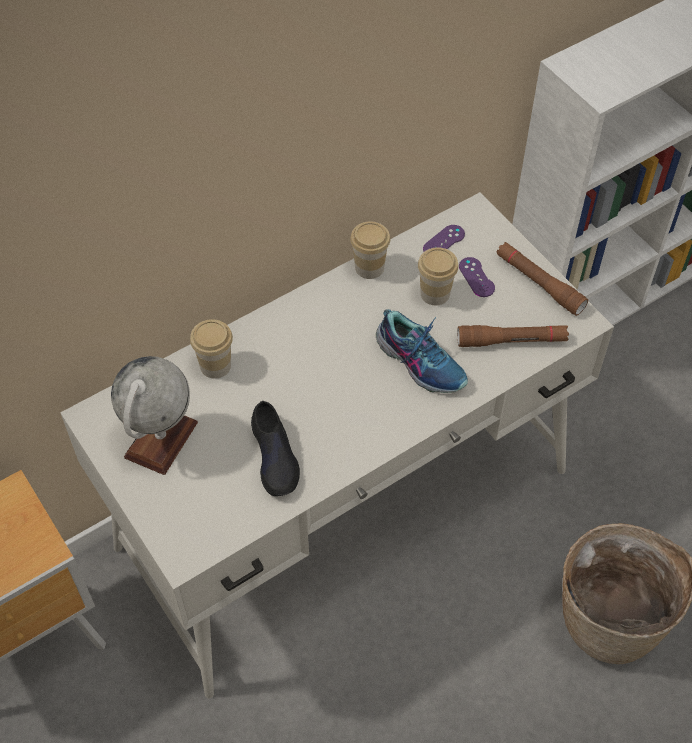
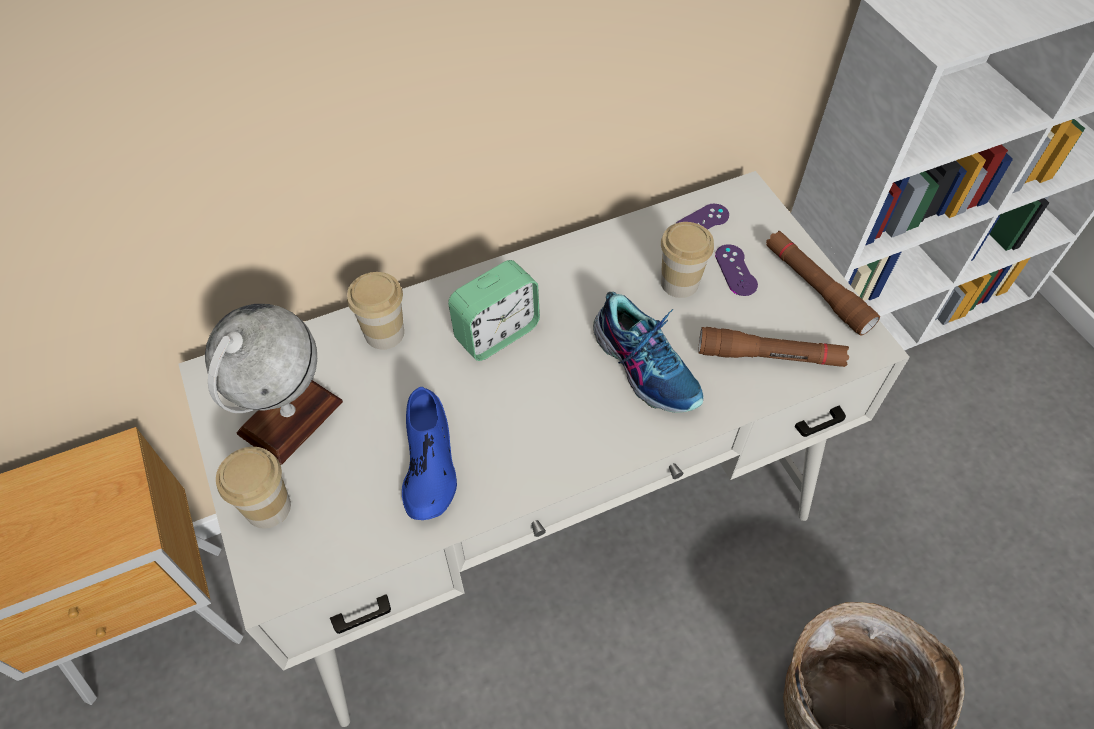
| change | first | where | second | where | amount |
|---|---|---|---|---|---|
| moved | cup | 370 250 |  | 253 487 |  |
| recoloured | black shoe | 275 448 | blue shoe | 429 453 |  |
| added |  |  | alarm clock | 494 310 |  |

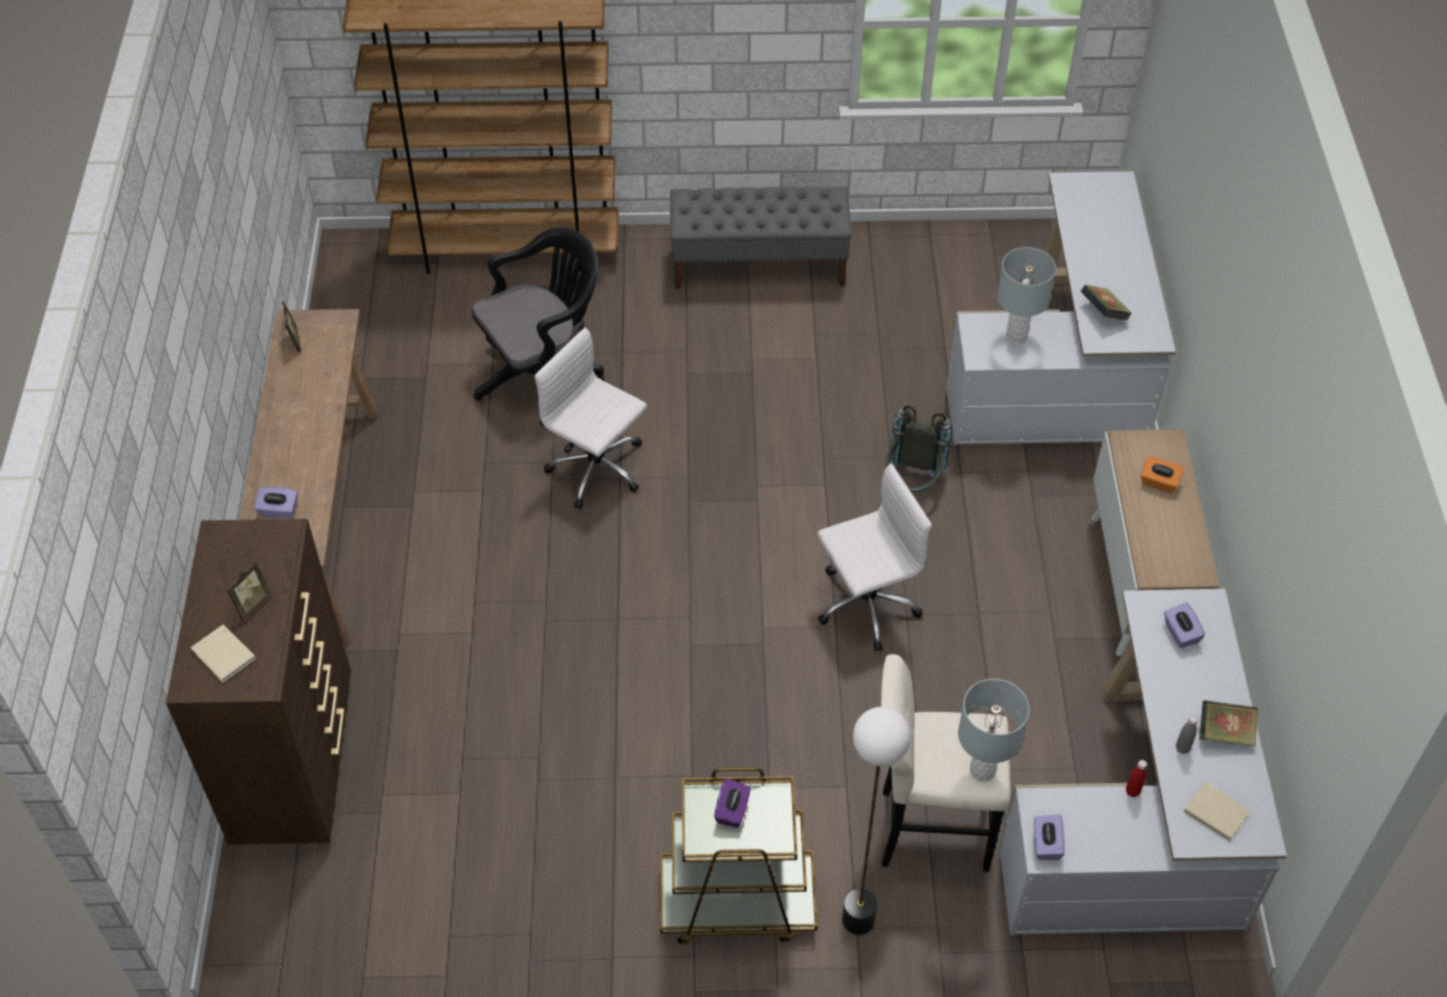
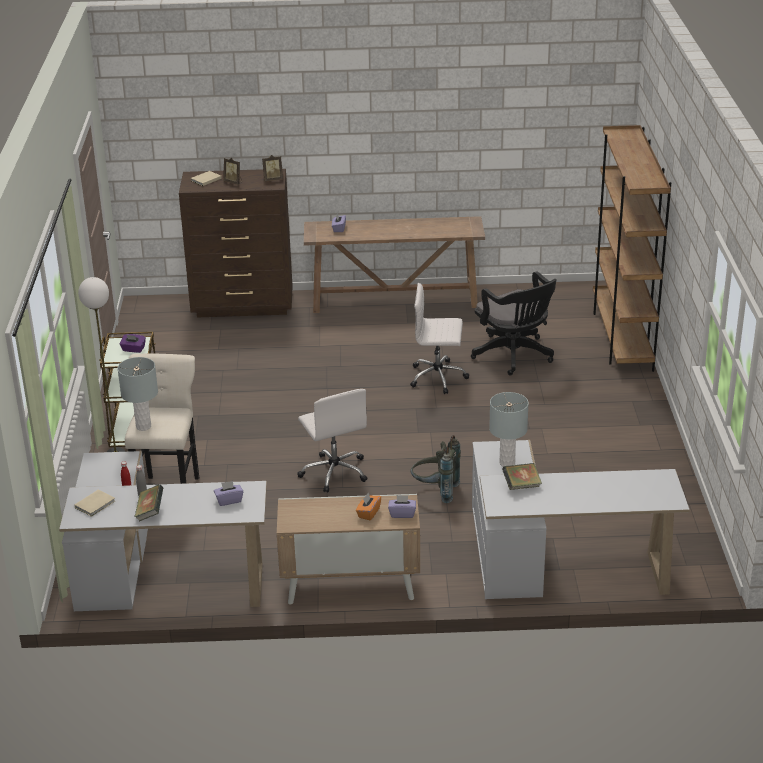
| change | first | where | second | where | amount |
|---|---|---|---|---|---|
| removed | grey bench | 761 238 |  |  |  |
| moved | picture frame | 291 327 |  | 272 168 |  |
| turned | white office chair | 590 418 |  | 439 338 | 120 degrees counterclockwise |
| moved | purple tissue box | 1049 837 |  | 402 506 |  |

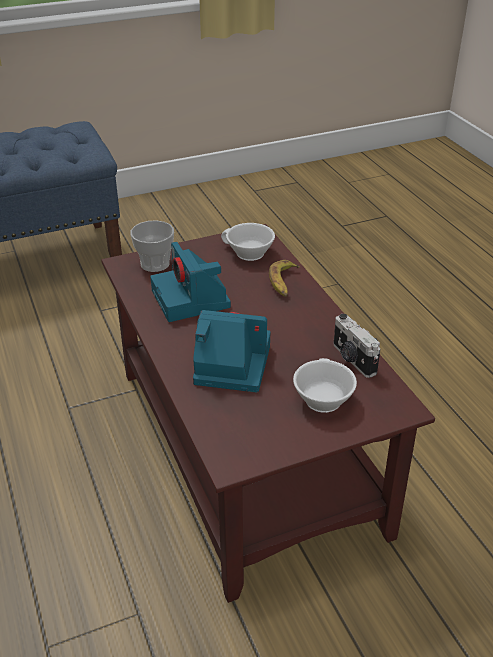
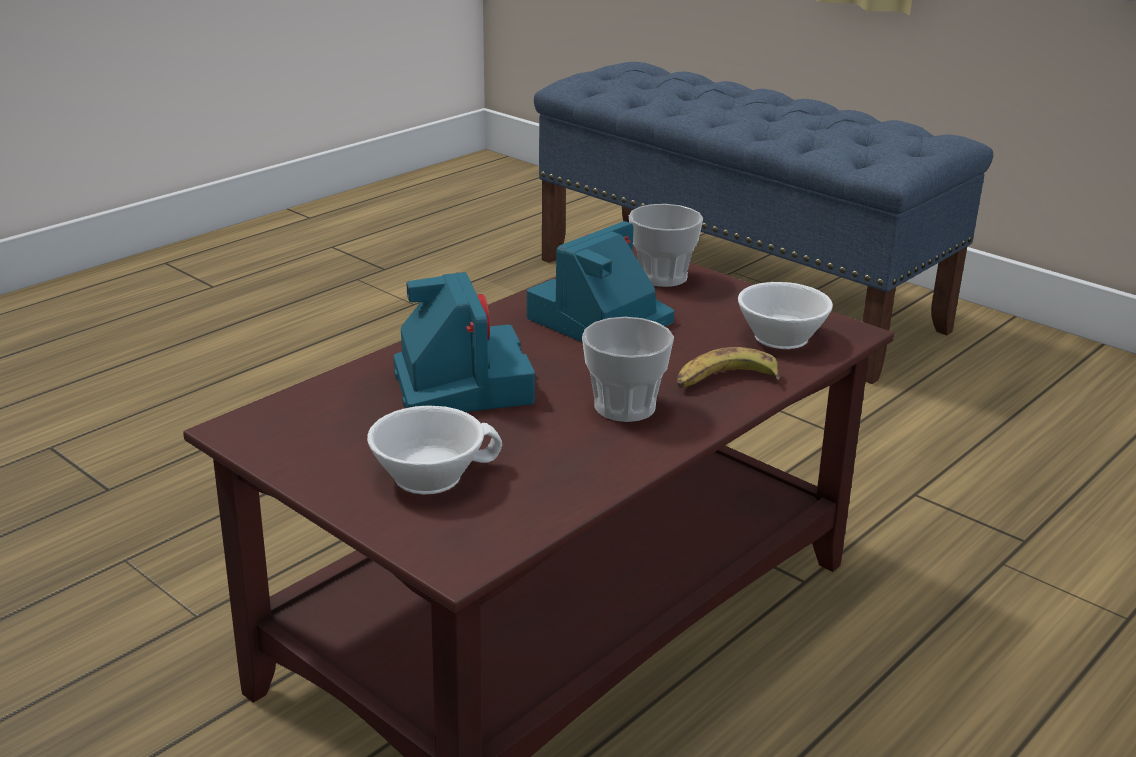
| change | first | where | second | where | amount |
|---|---|---|---|---|---|
| removed | photo camera | 356 346 |  |  |  |
| added |  |  | cup | 628 369 |  |

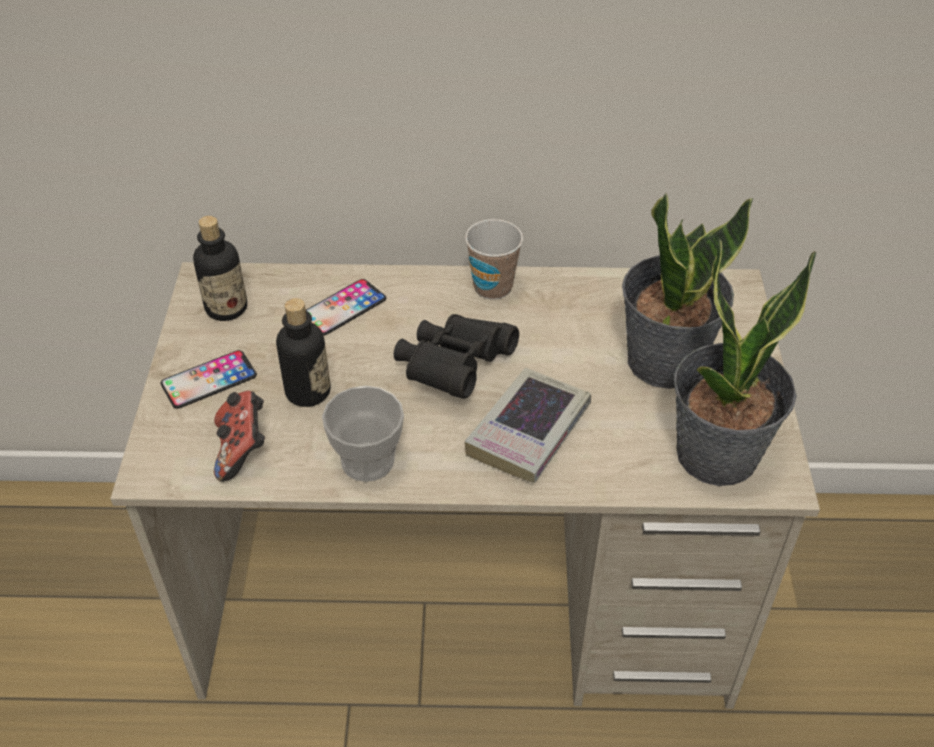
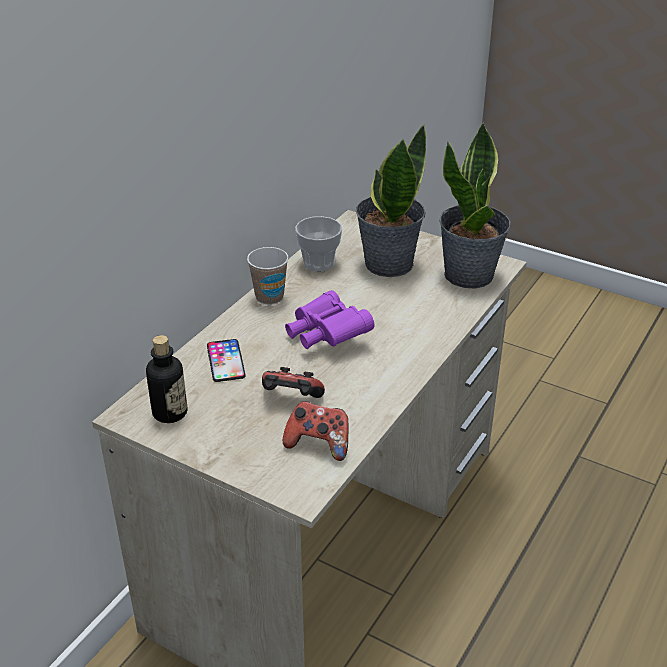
| change | first | where | second | where | amount |
|---|---|---|---|---|---|
| replaced | bottle | 303 352 | game controller | 293 382 |  |
| recoloured | black binoculars | 456 356 | purple binoculars | 329 319 |  |
| removed | phone | 209 379 |  |  |  |
| removed | book | 527 425 |  |  |  |
| moved | cup | 363 434 |  | 318 244 |  |

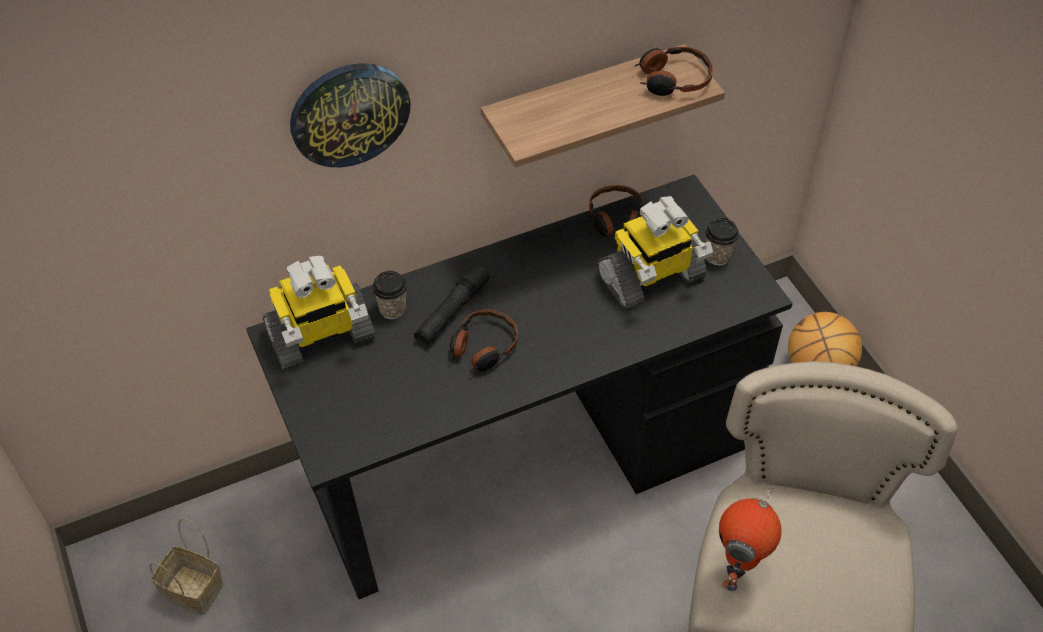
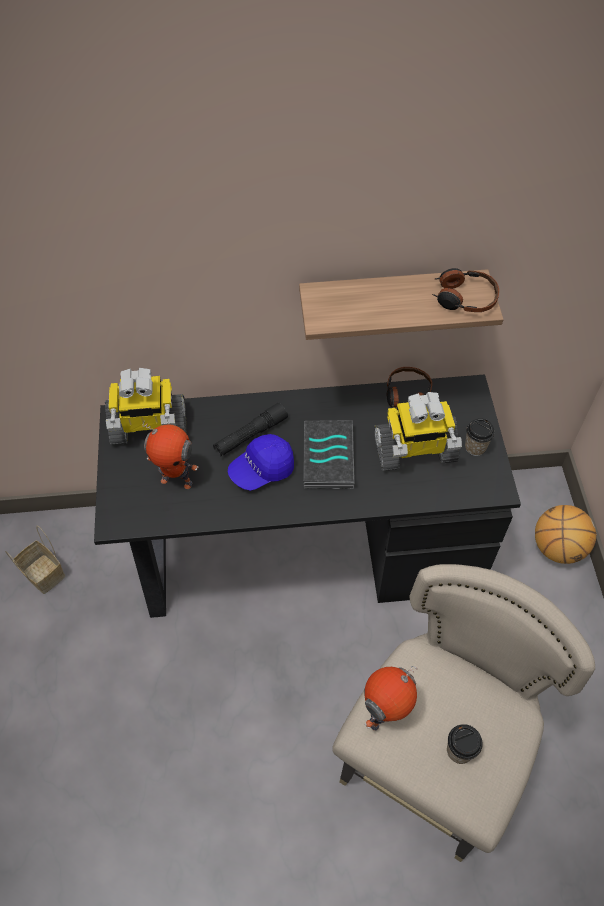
| change | first | where | second | where | amount |
|---|---|---|---|---|---|
| removed | wall clock | 350 115 |  |  |  |
| moved | cup | 389 295 |  | 465 744 |  |
| replaced | headphones | 484 340 | blue cap | 261 462 |  |
| added |  |  | book | 329 454 |  |
| added |  |  | toy robot | 170 455 |  |

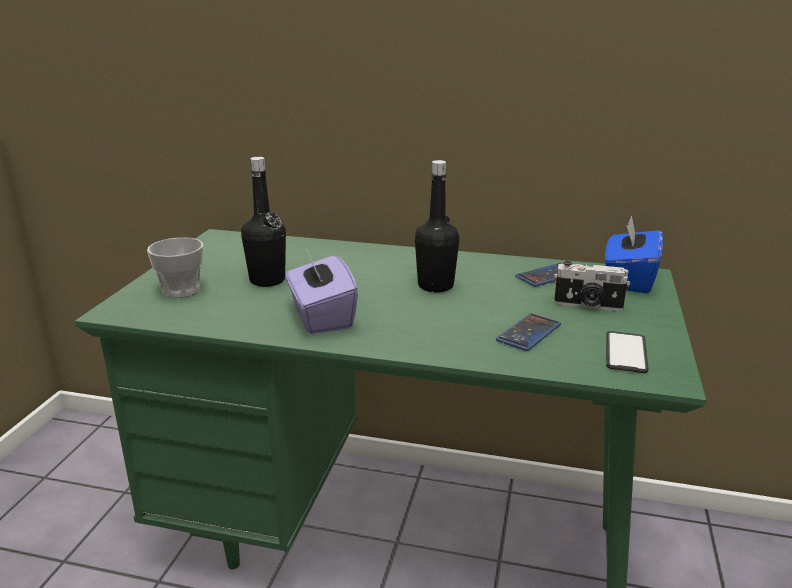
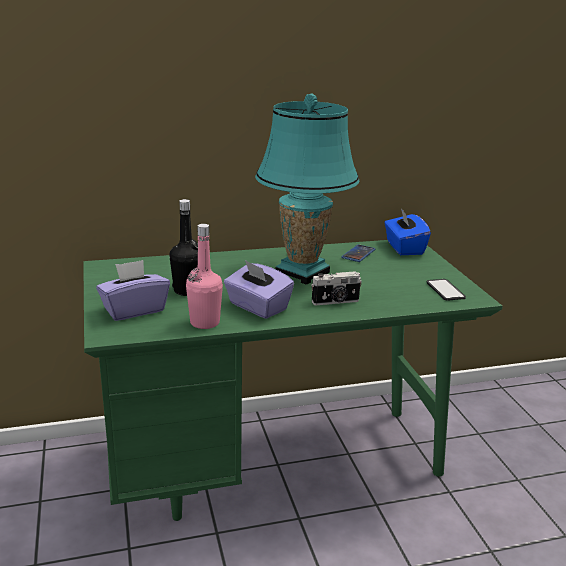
| change | first | where | second | where | amount |
|---|---|---|---|---|---|
| replaced | black bottle | 437 226 | turquoise table lamp | 307 189 |  |
| replaced | cup | 175 267 | purple tissue box | 133 290 |  |
| moved | photo camera | 592 286 |  | 336 288 |  |
| removed | phone | 528 332 |  |  |  |
| added |  |  | pink bottle | 204 276 |  |

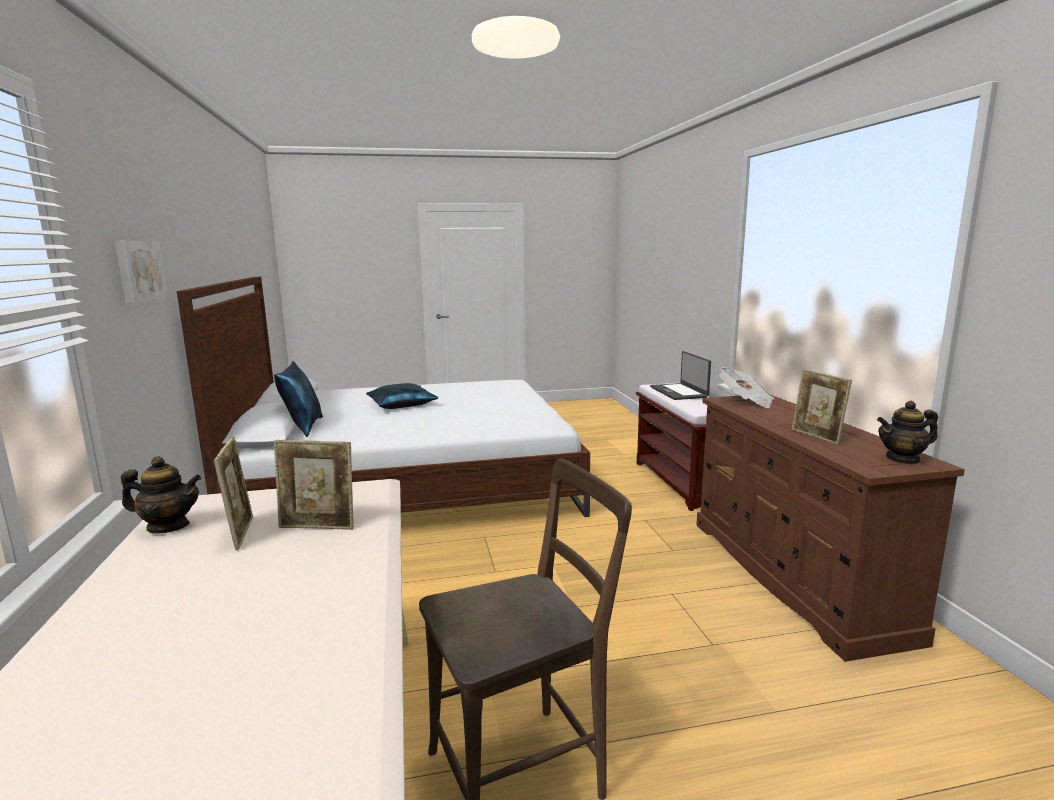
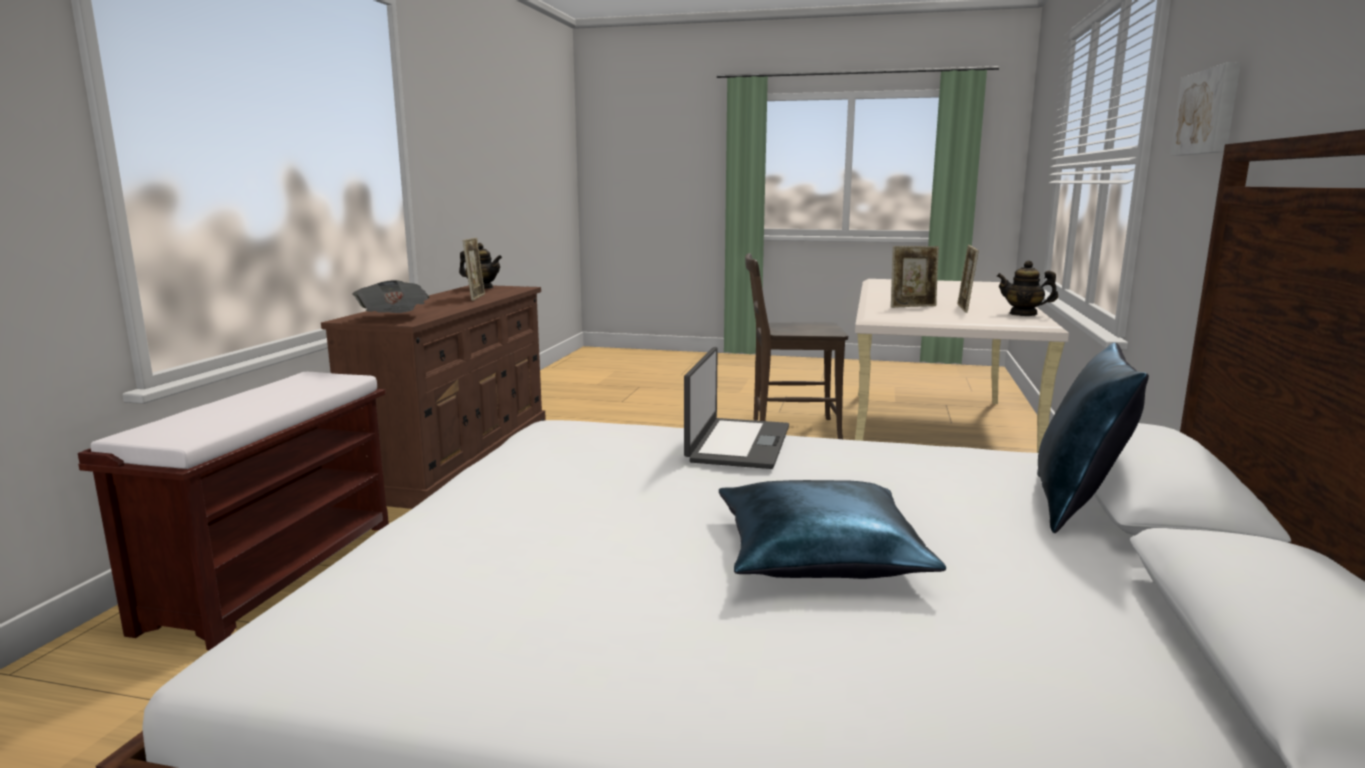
| change | first | where | second | where | amount |
|---|---|---|---|---|---|
| moved | laptop | 680 375 |  | 736 408 |  |
| turned | picture frame | 314 485 |  | 915 277 | 135 degrees clockwise |

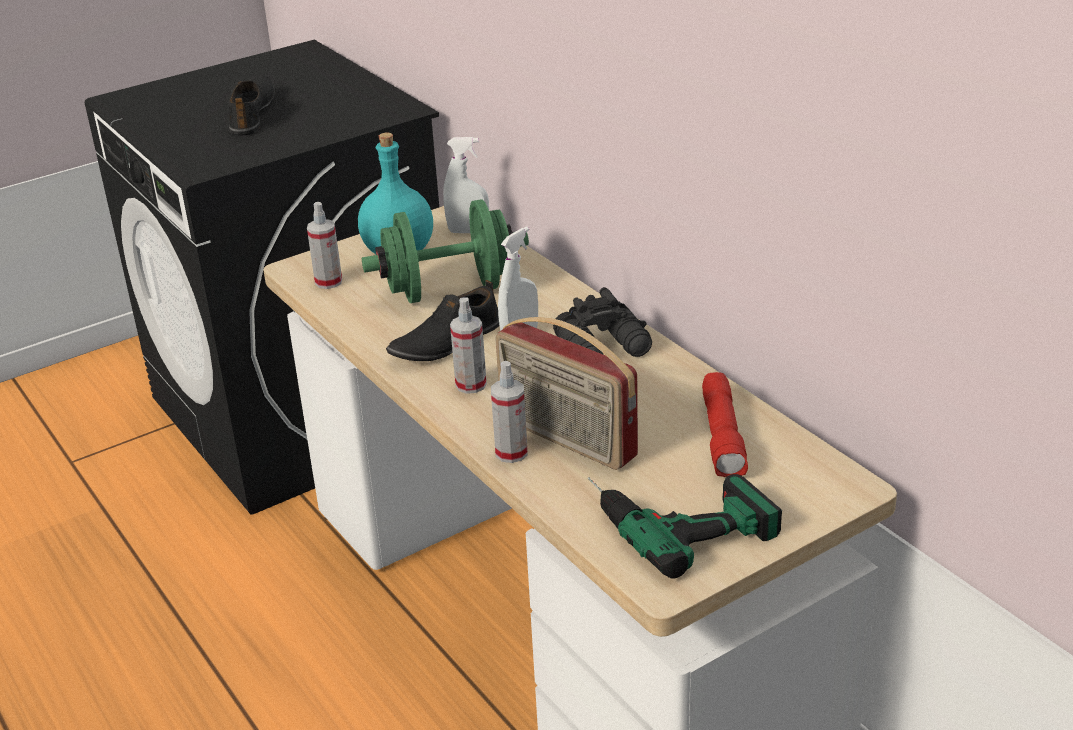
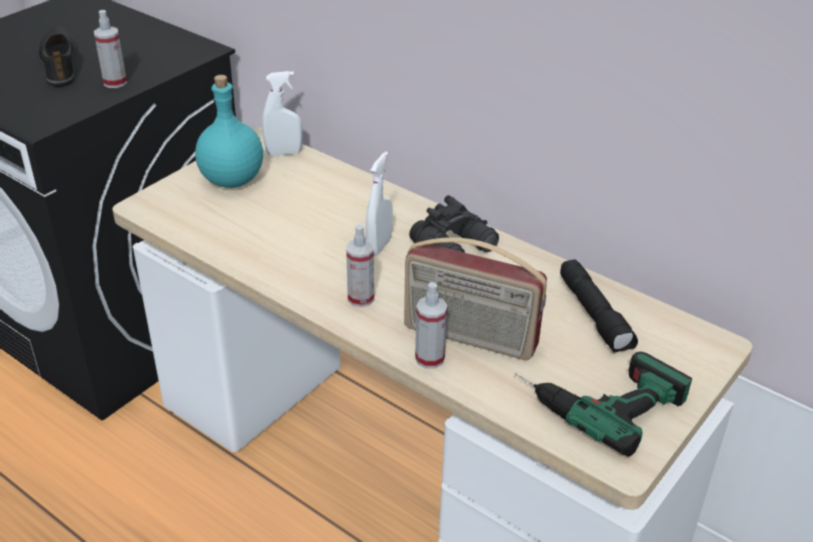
| change | first | where | second | where | amount |
|---|---|---|---|---|---|
| removed | green dumbbell | 445 251 |  |  |  |
| moved | spray bottle | 324 245 |  | 110 49 |  |
| removed | black shoe | 443 320 |  |  |  |
| recoloured | red flashlight | 725 424 | black flashlight | 599 306 |  |

